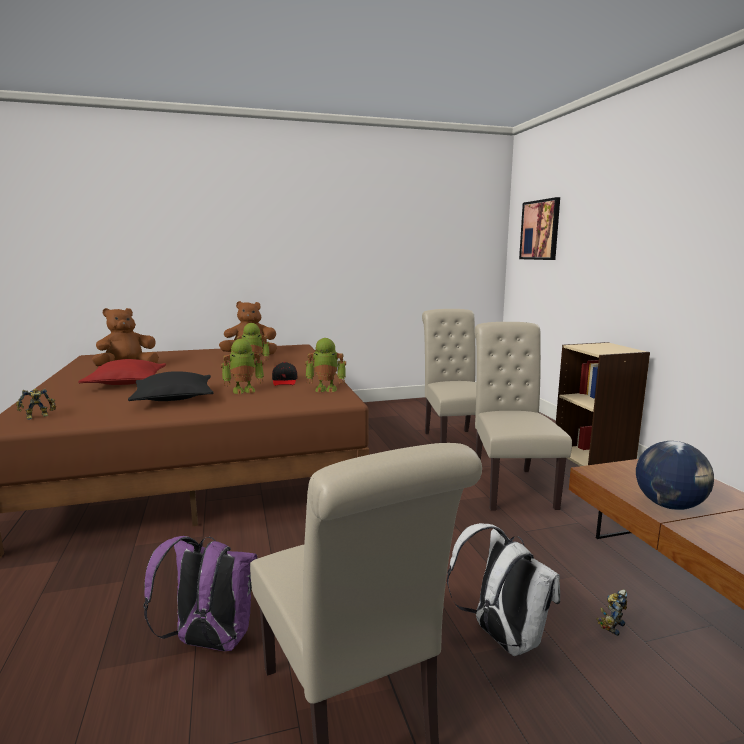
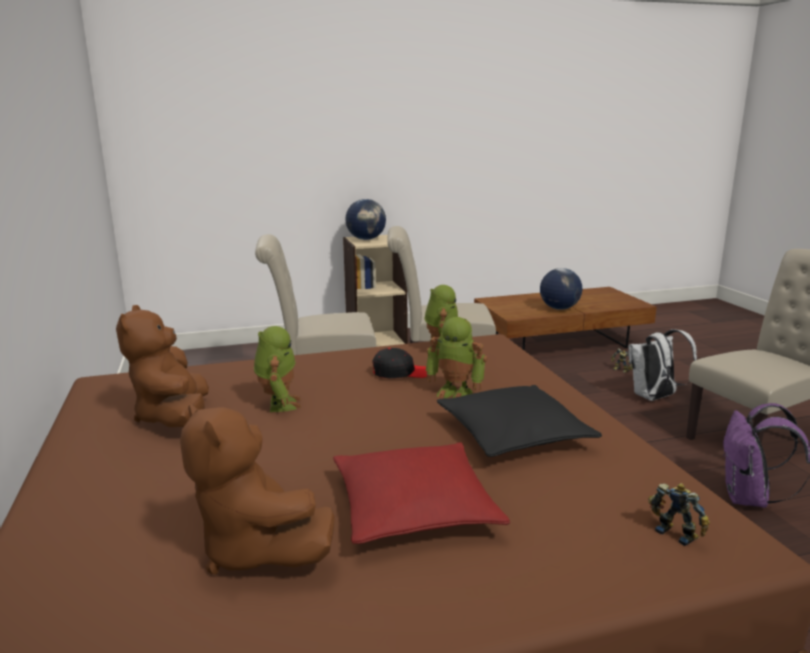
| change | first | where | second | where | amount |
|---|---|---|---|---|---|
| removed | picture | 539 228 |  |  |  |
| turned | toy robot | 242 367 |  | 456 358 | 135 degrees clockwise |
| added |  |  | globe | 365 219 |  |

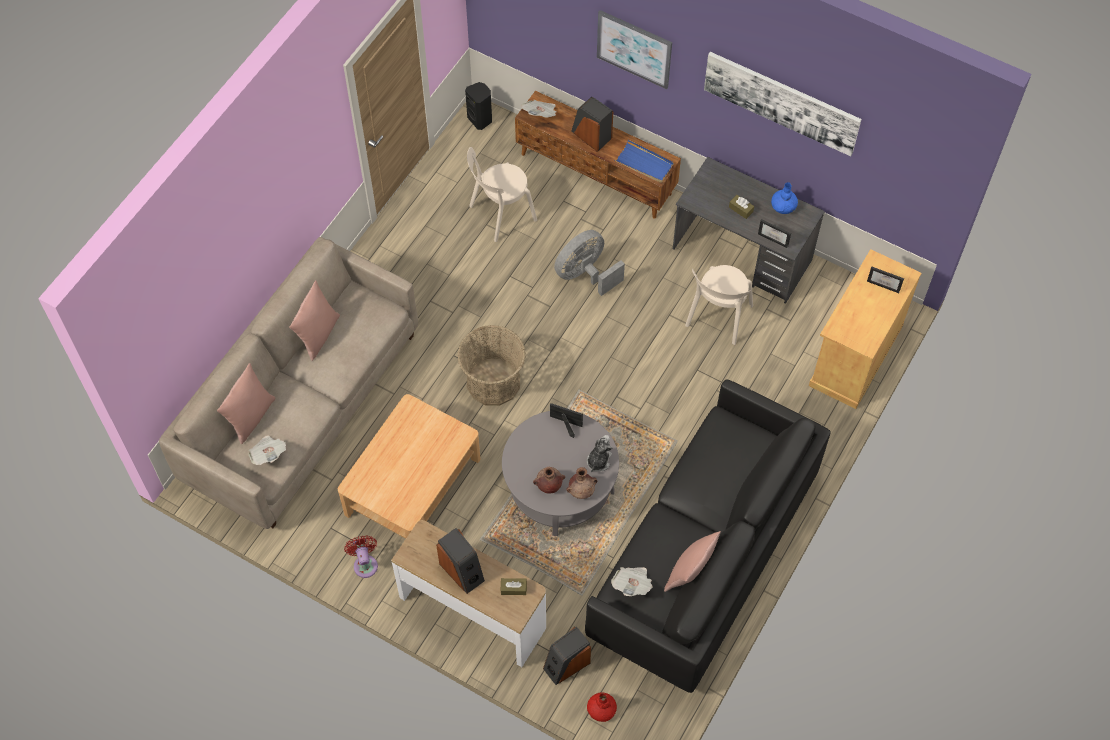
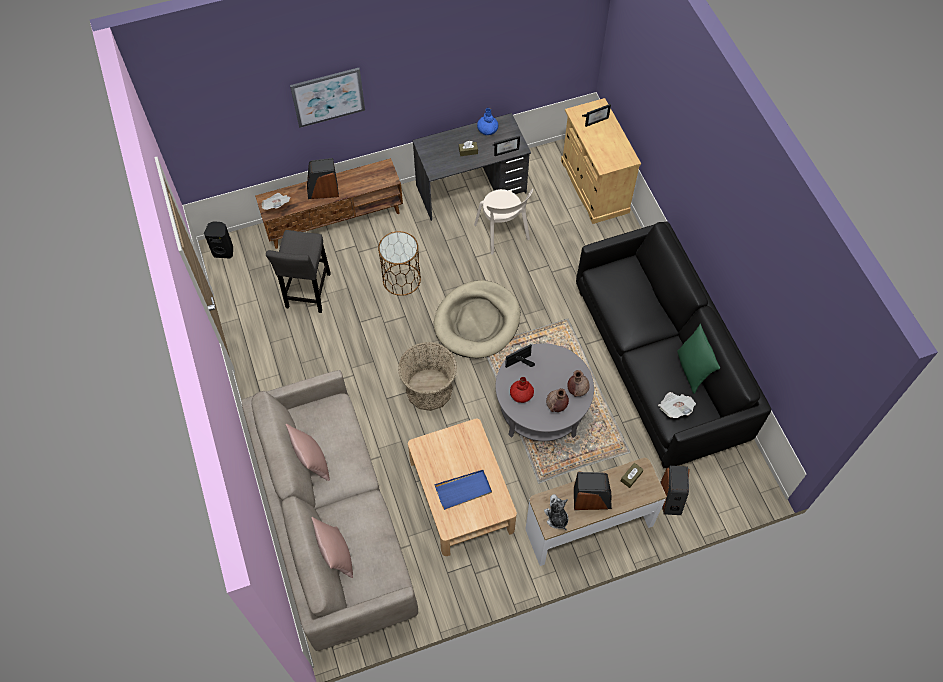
| change | first | where | second | where | amount |
|---|---|---|---|---|---|
| removed | picture | 782 104 |  |  |  |
| moved | blue tray | 644 161 |  | 463 490 |  |
| replaced | beige chair | 502 194 | grey stool | 298 271 |  |
| replaced | grey fan | 589 263 | brown side table | 399 263 |  |
| removed | newspaper | 267 450 |  |  |  |
| moved | plush toy | 600 453 |  | 556 512 |  |
| recoloured | pink pillow | 692 561 | green pillow | 698 359 |  |
| removed | red fan | 361 556 |  |  |  |
| moved | red vase | 602 707 |  | 522 390 |  |
| added |  |  | beige dog bed | 477 319 |  |

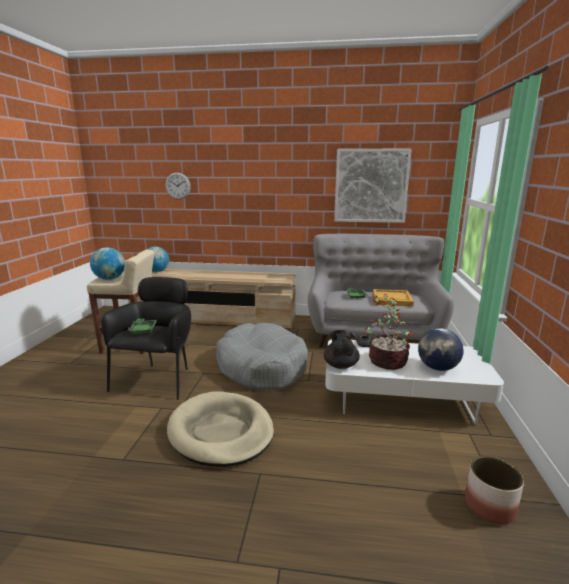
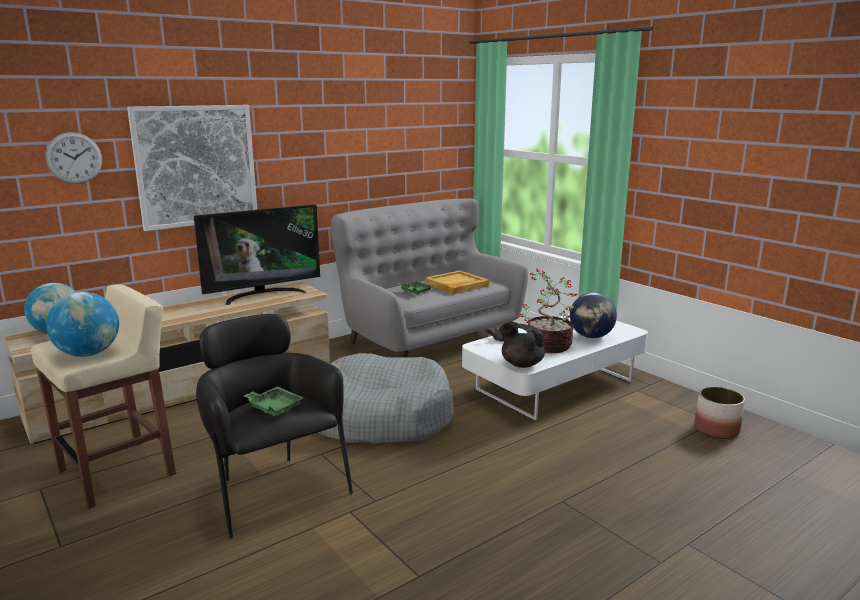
| change | first | where | second | where | amount |
|---|---|---|---|---|---|
| moved | picture | 373 185 |  | 192 168 |  |
| removed | beige dog bed | 220 429 |  |  |  |
| added |  |  | television | 257 254 |  |

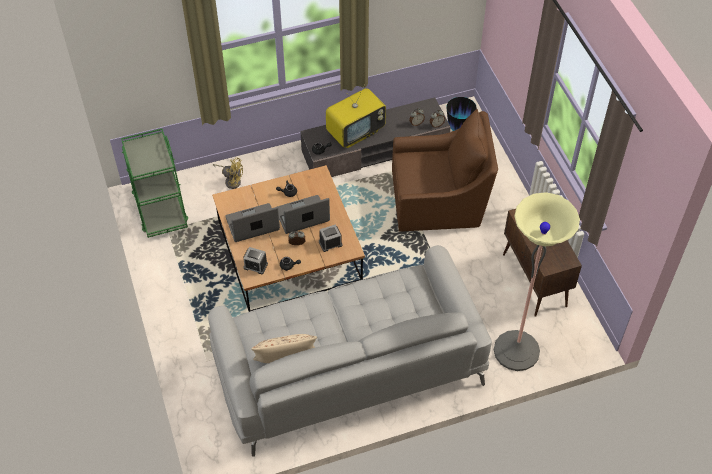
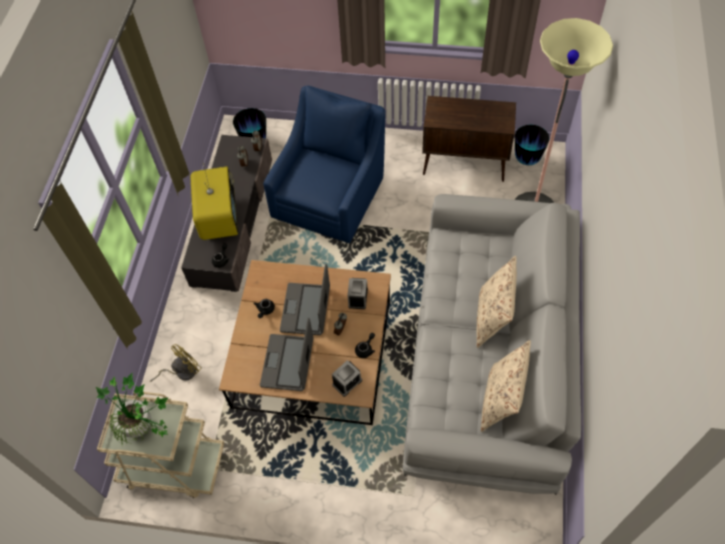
| change | first | where | second | where | amount |
|---|---|---|---|---|---|
| recoloured | brown armchair | 445 170 | blue armchair | 324 164 |  |
| recoloured | green cart | 154 183 | beige cart | 160 445 |  |
| added |  |  | vase | 532 145 |  |
| added |  |  | beige pillow | 497 302 |  |
| added |  |  | potted plant | 132 408 |  |

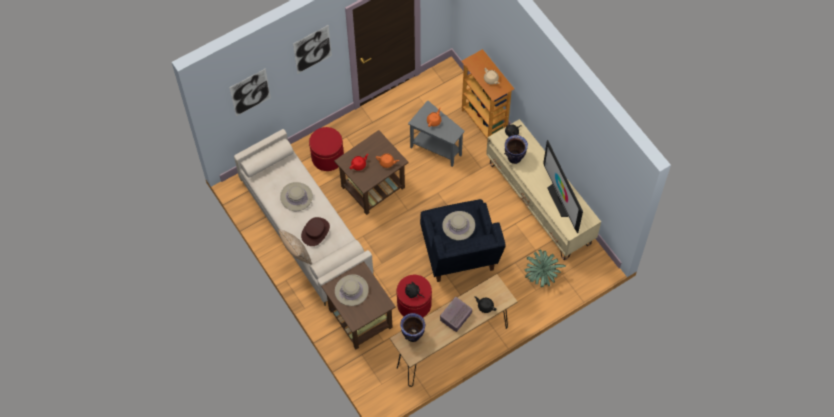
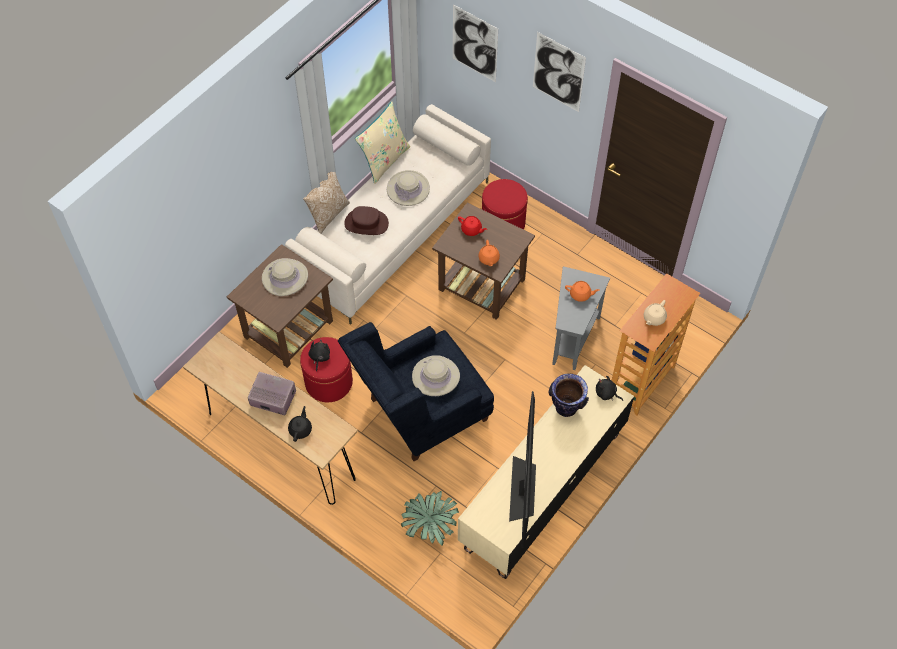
| change | first | where | second | where | amount |
|---|---|---|---|---|---|
| turned | television | 563 186 |  | 522 469 | 135 degrees clockwise |
| removed | vase | 412 327 |  |  |  |
| added |  |  | beige pillow | 382 142 |  |

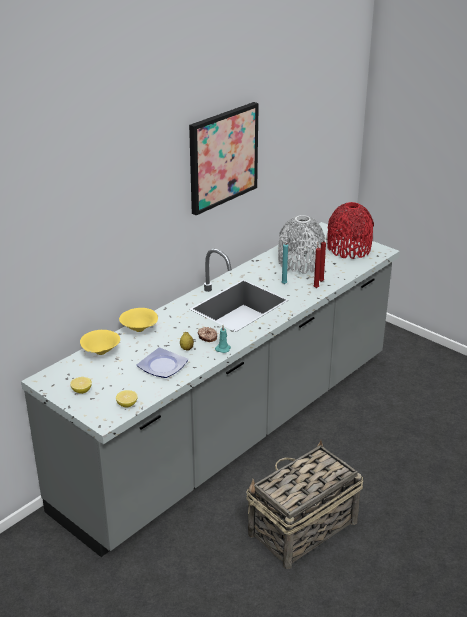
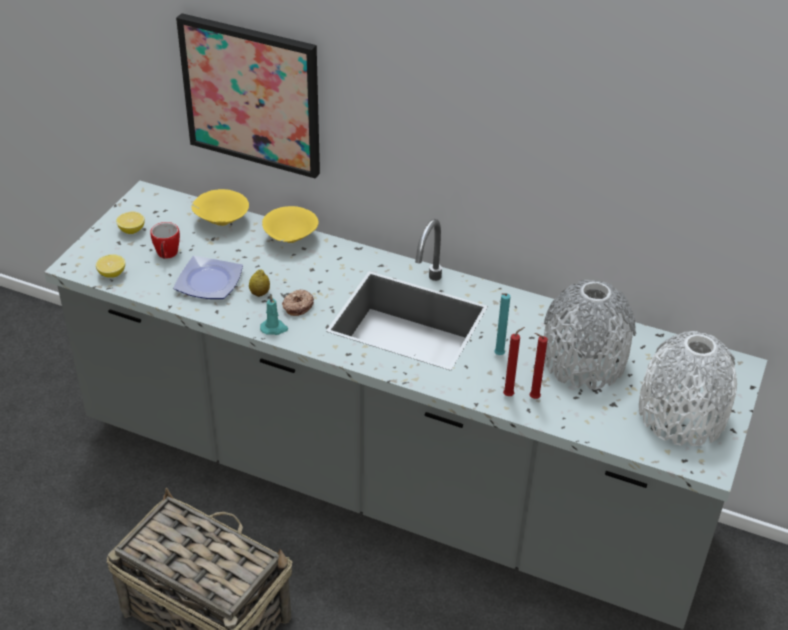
| change | first | where | second | where | amount |
|---|---|---|---|---|---|
| moved | picture | 224 158 |  | 248 96 |  |
| recoloured | red vase | 350 230 | white vase | 688 388 |  |
| added |  |  | mug | 165 240 |  |

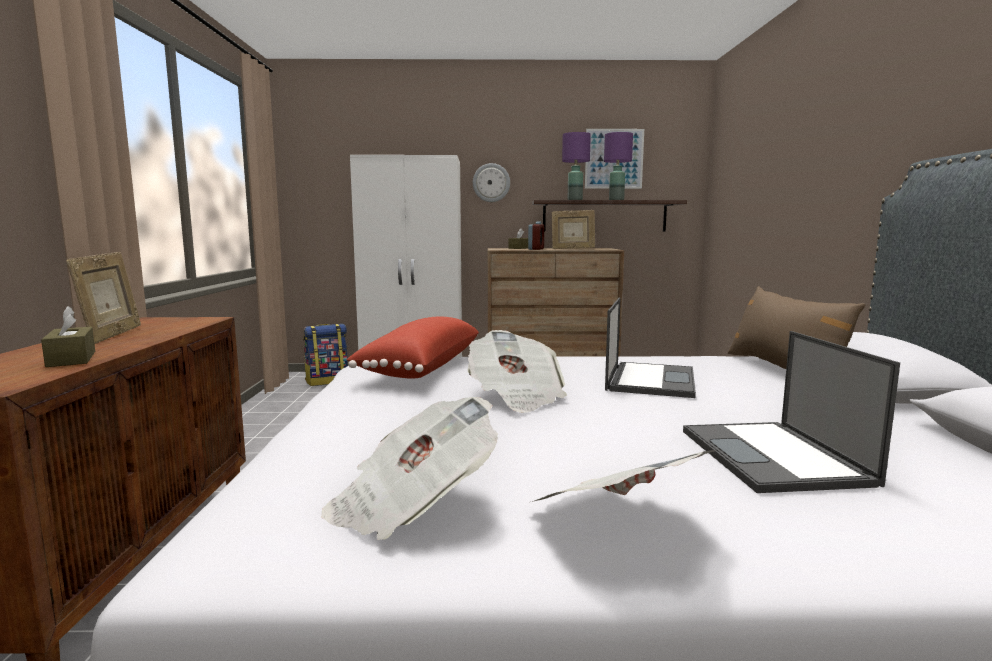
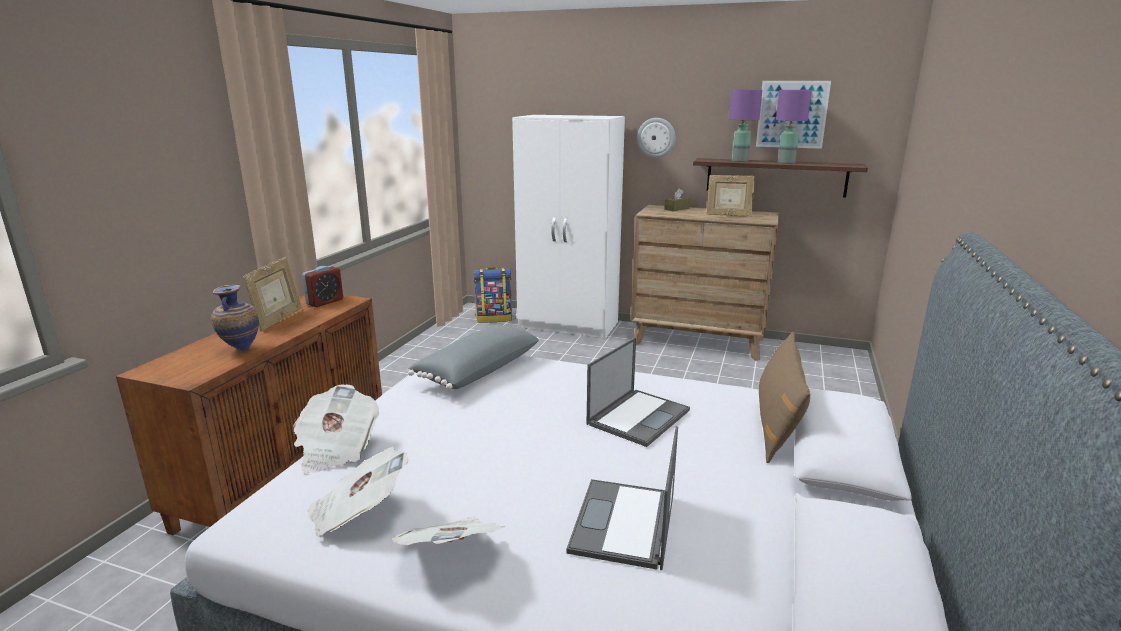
| change | first | where | second | where | amount |
|---|---|---|---|---|---|
| moved | alarm clock | 536 236 |  | 322 286 |  |
| replaced | brown tissue box | 68 336 | vase | 235 318 |  |
| recoloured | red pillow | 412 347 | grey pillow | 474 357 |  |
| moved | newspaper | 517 371 |  | 336 429 |  |

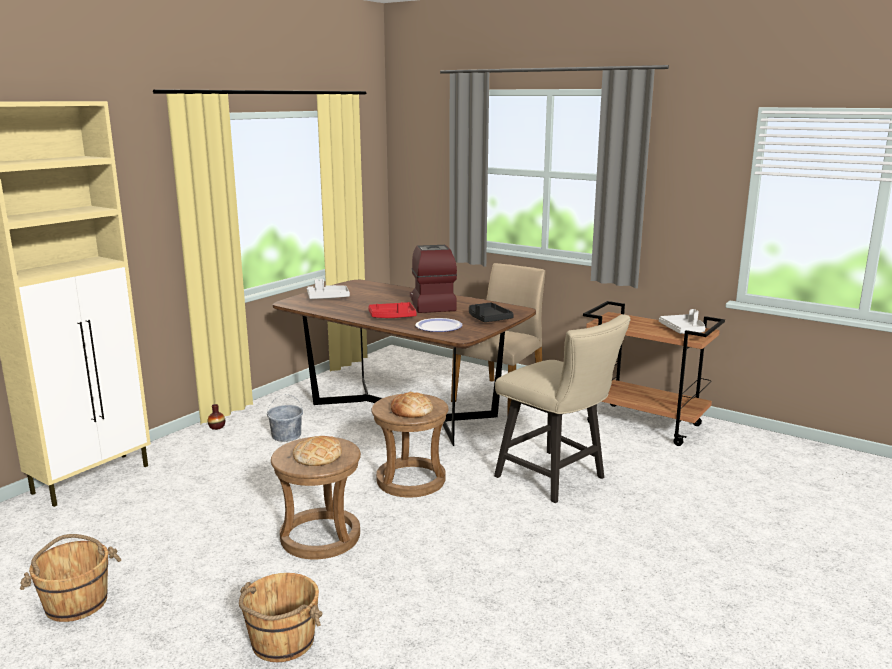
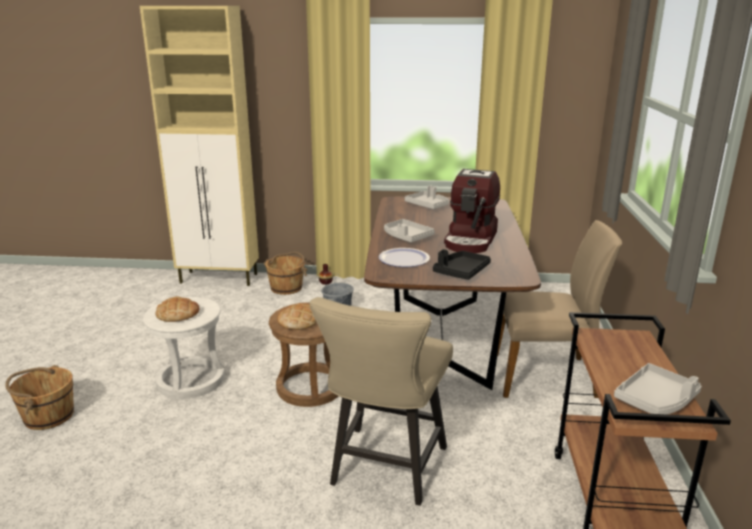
| change | first | where | second | where | amount |
|---|---|---|---|---|---|
| turned | coffee machine | 433 279 |  | 472 211 | 150 degrees clockwise |
| recoloured | red tray | 392 310 | grey tray | 409 230 |  |
| recoloured | brown stool | 316 498 | white stool | 183 348 |  |
| moved | brown bucket | 70 578 |  | 285 273 |  |

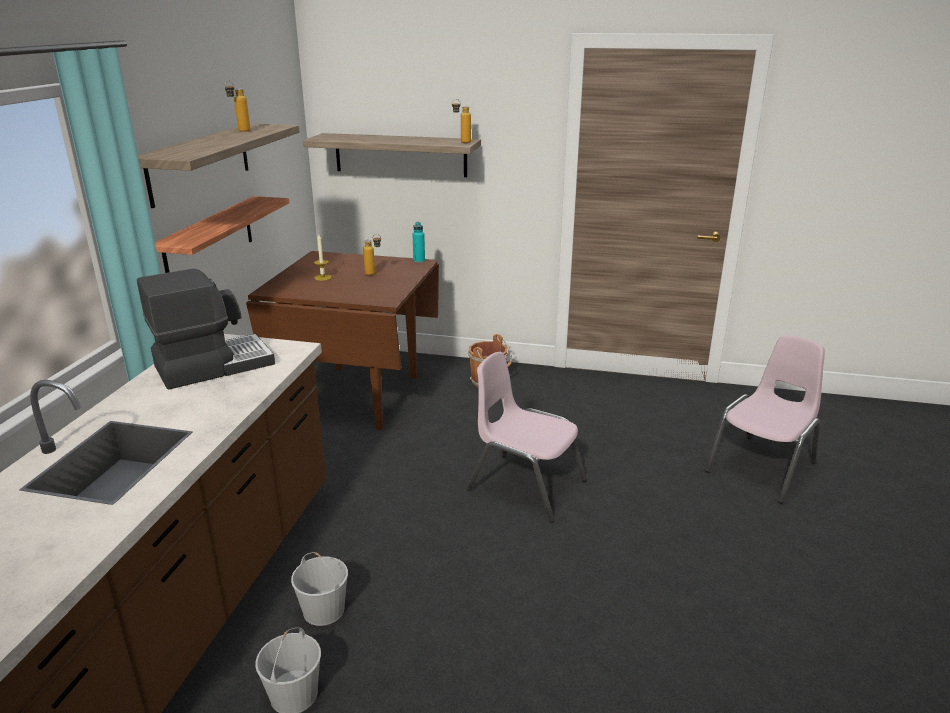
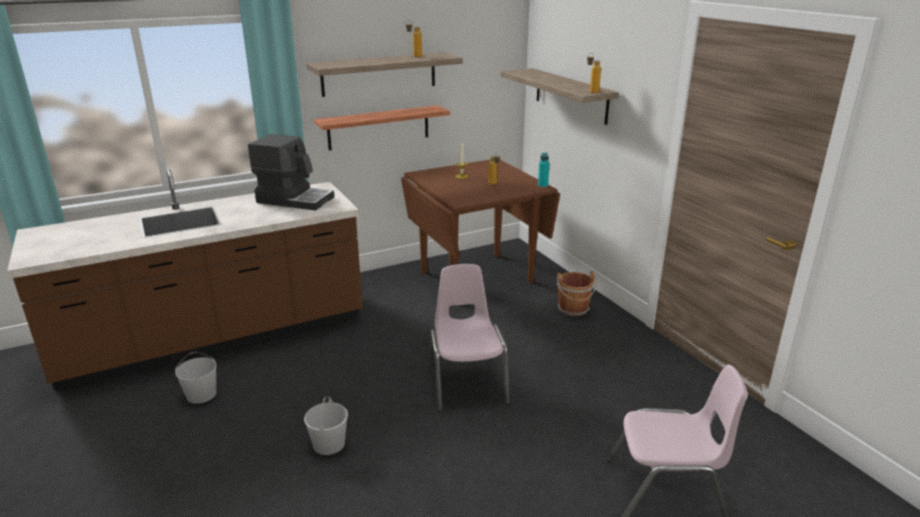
| change | first | where | second | where | amount |
|---|---|---|---|---|---|
| moved | white bucket | 319 589 |  | 326 426 |  |

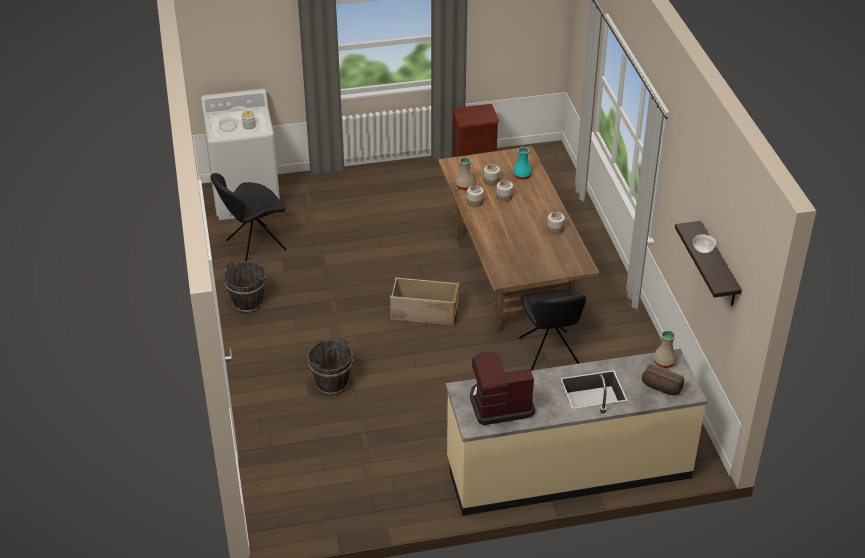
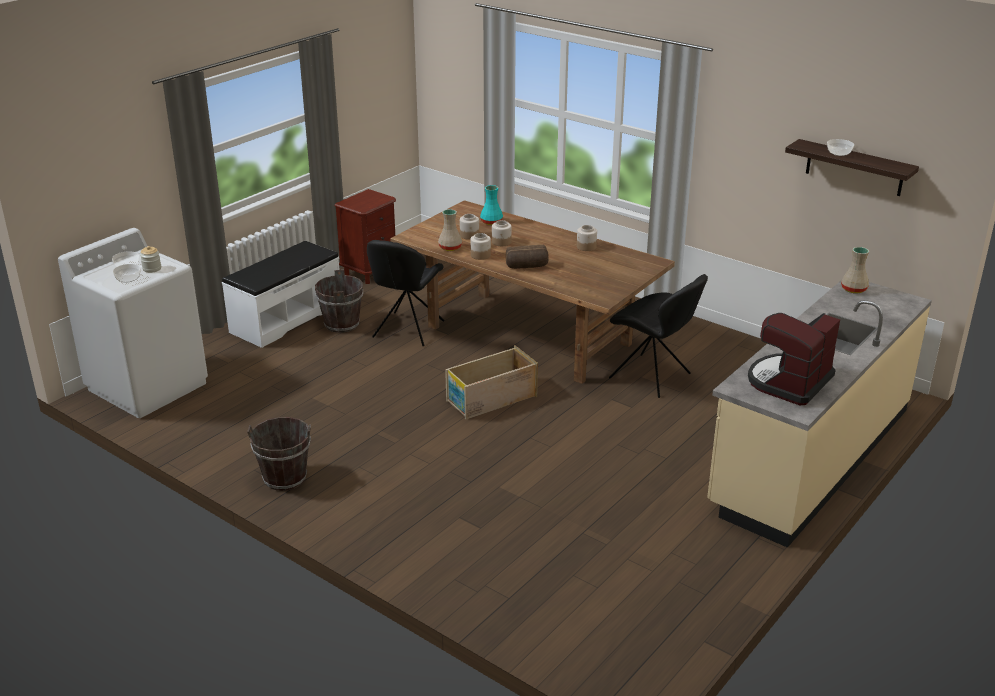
| change | first | where | second | where | amount |
|---|---|---|---|---|---|
| moved | black chair | 249 217 |  | 406 293 |  |
| moved | brown bucket | 330 366 |  | 339 301 |  |
| moved | bread | 663 379 |  | 527 257 |  |
| added |  |  | white bench | 280 294 |  |

